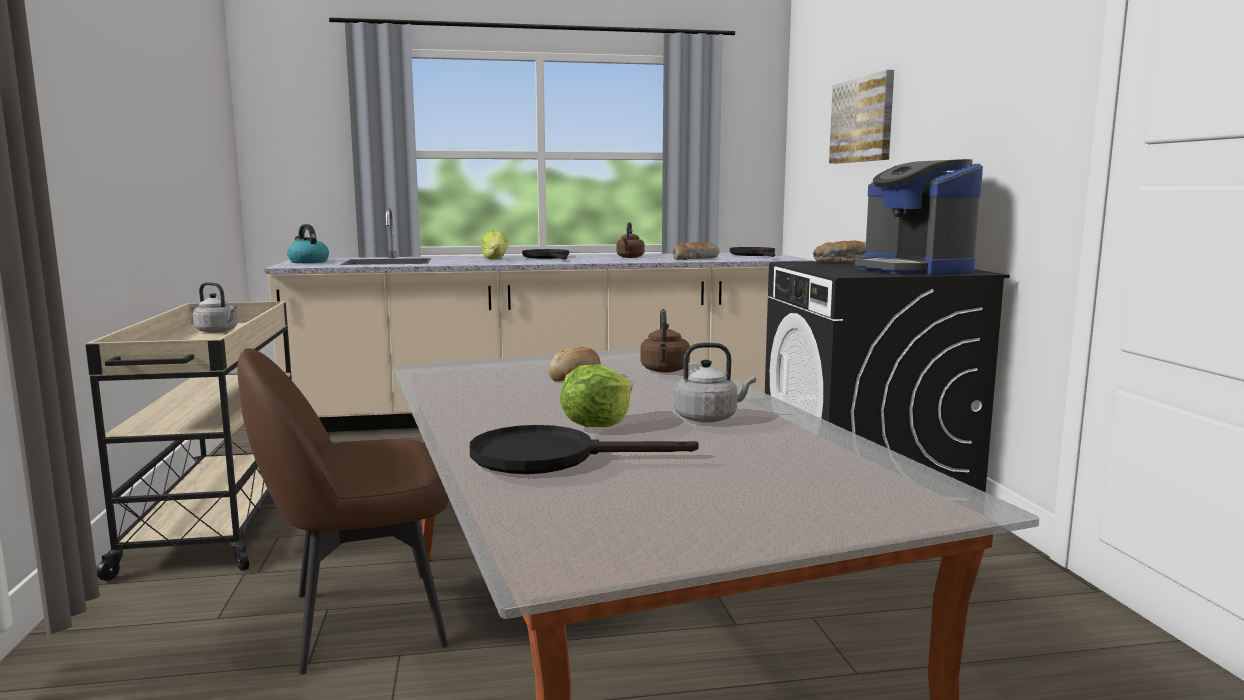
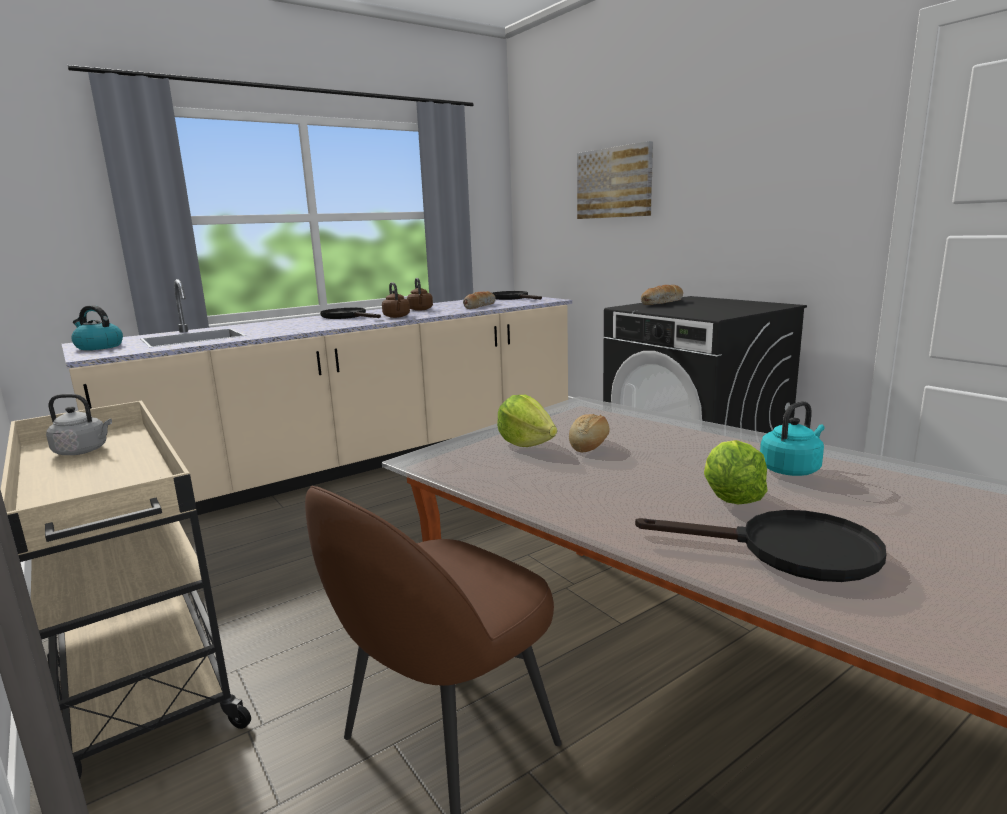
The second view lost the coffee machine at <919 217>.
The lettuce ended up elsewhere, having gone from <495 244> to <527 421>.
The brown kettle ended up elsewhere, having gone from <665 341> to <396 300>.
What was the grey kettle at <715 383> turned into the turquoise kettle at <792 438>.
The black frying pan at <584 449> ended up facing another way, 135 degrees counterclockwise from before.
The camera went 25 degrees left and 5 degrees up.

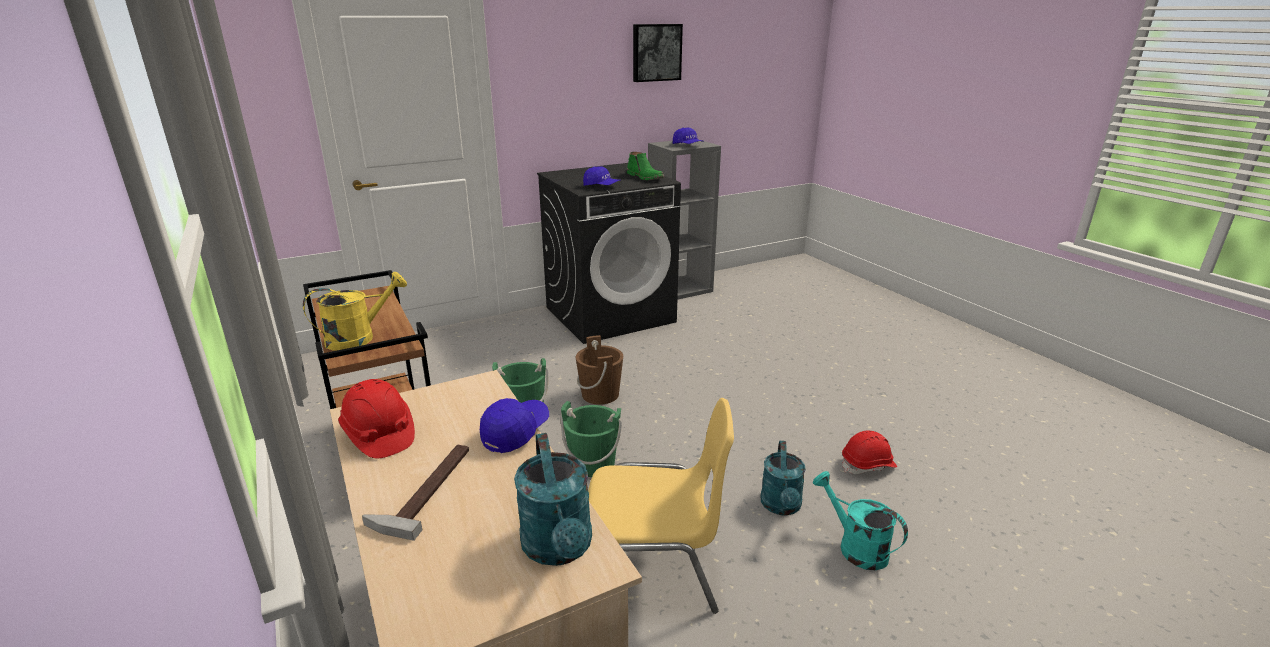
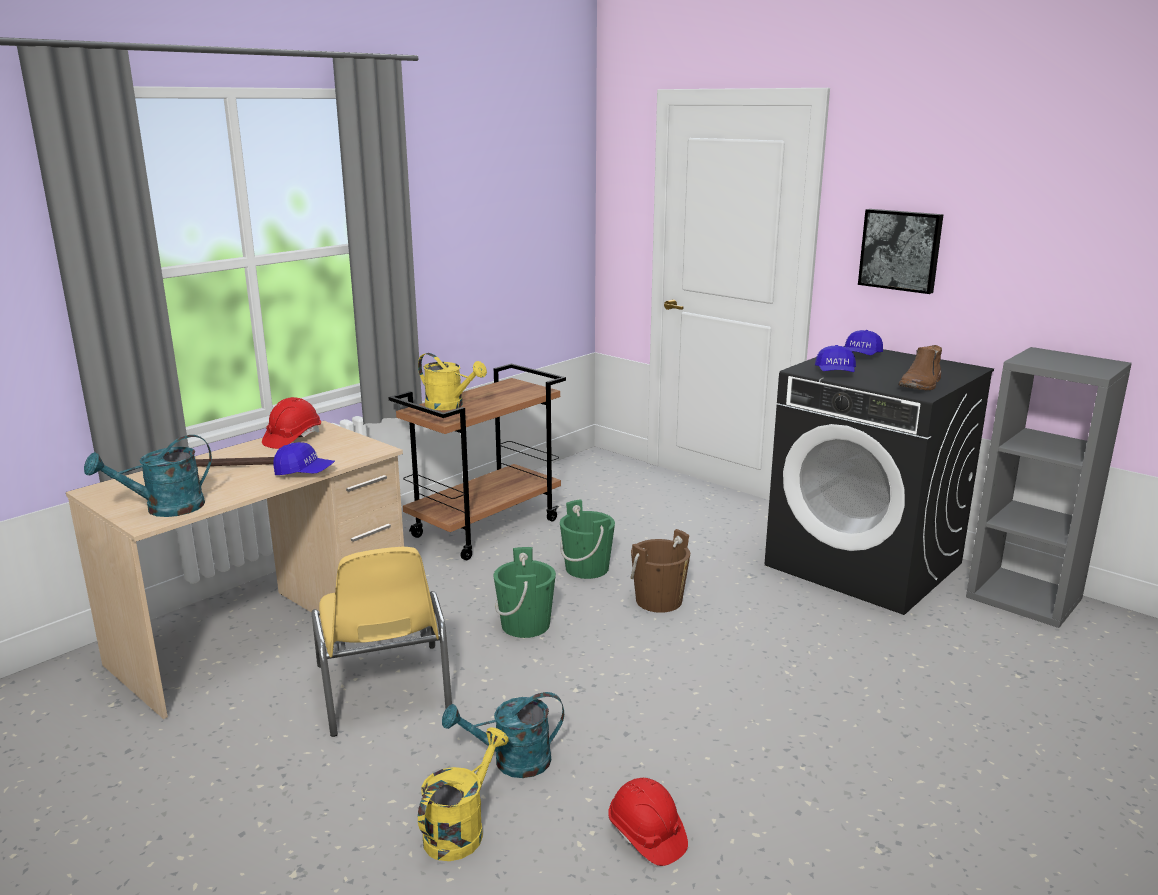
The picture ended up elsewhere, having gone from <658 53> to <901 251>.
The blue cap ended up elsewhere, having gone from <688 136> to <863 342>.
What was the green boot at <645 166> turned into the brown boot at <920 367>.
What was the turquoise watering can at <860 520> turned into the yellow watering can at <463 794>.
The camera went 70 degrees right and 5 degrees down.

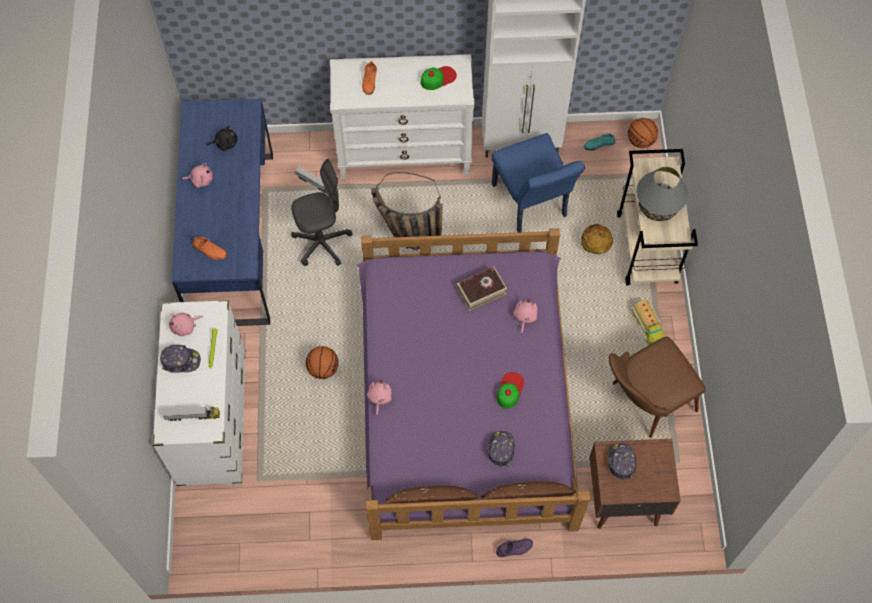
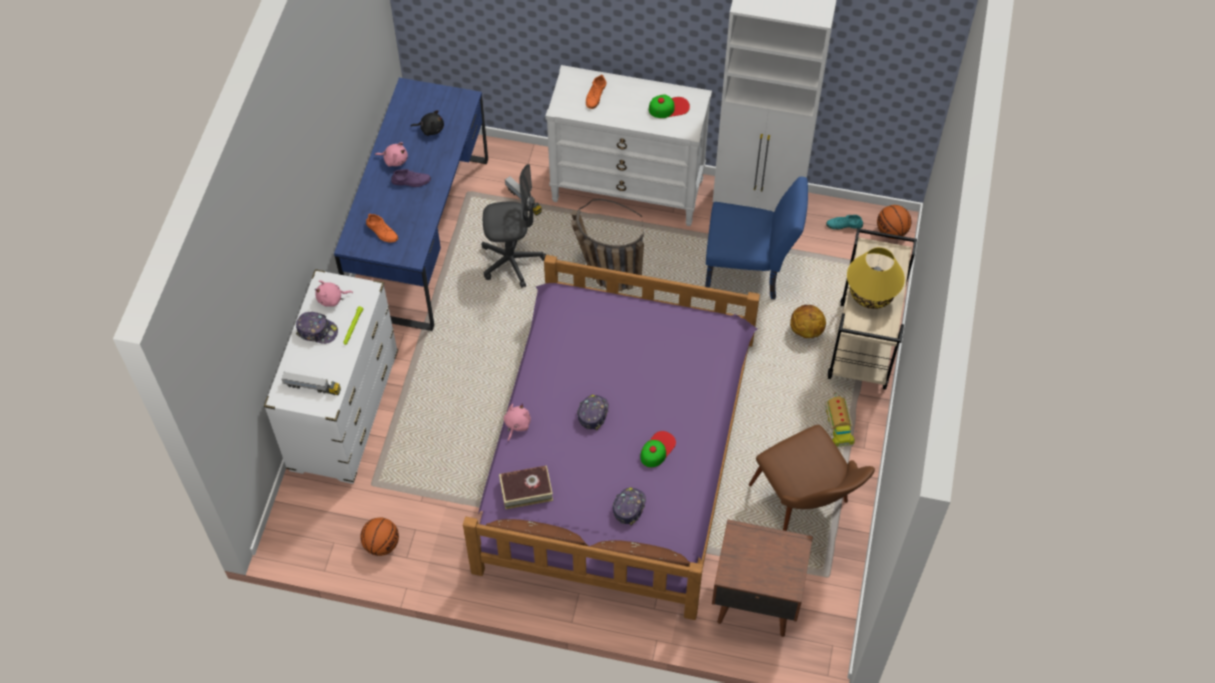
The blue chair at <538 183> ended up facing another way, 75 degrees counterclockwise from before.
What was the grey table lamp at <662 194> turned into the yellow table lamp at <876 278>.
The book ended up elsewhere, having gone from <482 289> to <526 487>.
The second view lost the pink plush toy at <525 316>.
The brown chair at <657 387> ended up facing another way, 105 degrees counterclockwise from before.
The basketball ended up elsewhere, having gone from <322 362> to <379 536>.
The cap ended up elsewhere, having gone from <622 461> to <593 413>.
The purple shoe ended up elsewhere, having gone from <514 548> to <411 178>.
The camera went 15 degrees right and 5 degrees down.

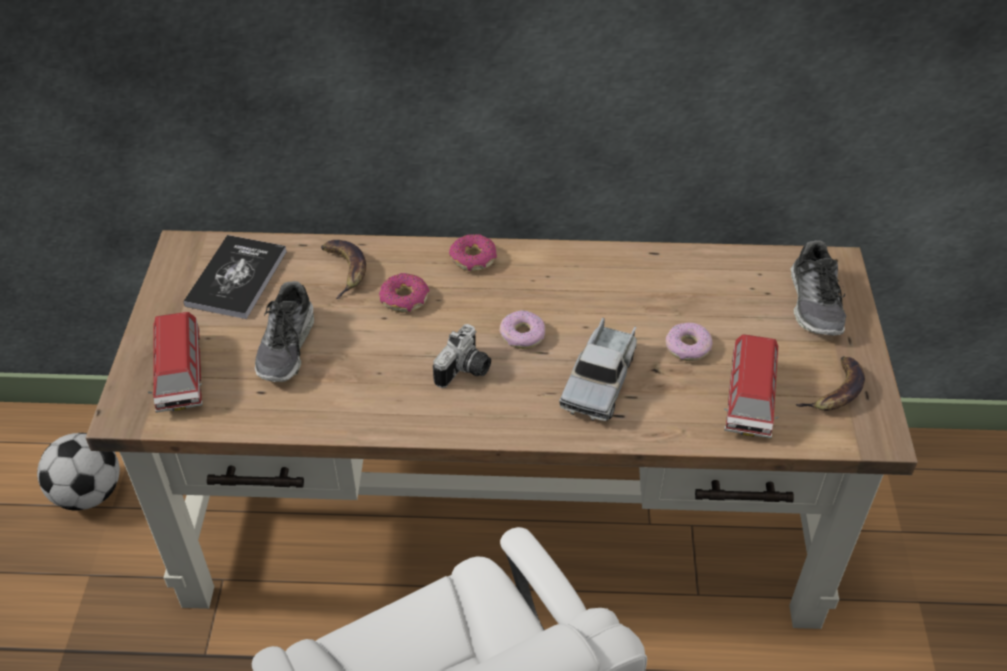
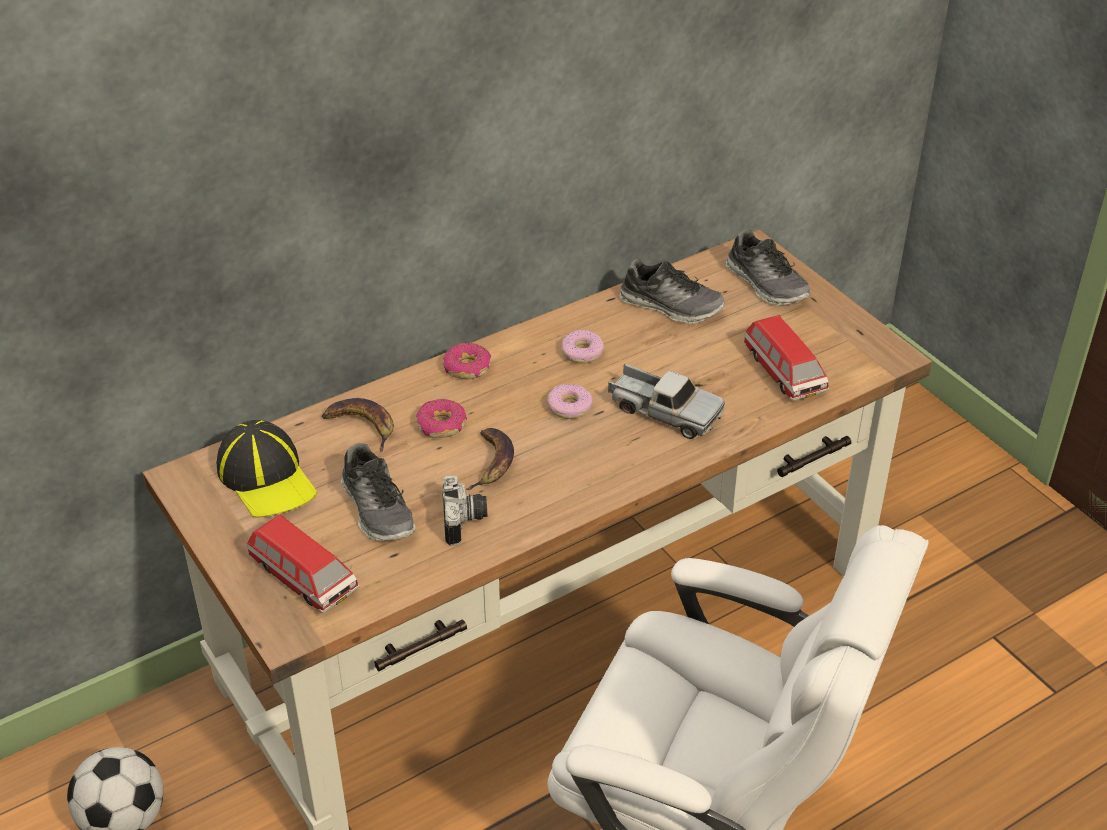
Where the book stood at <235 277>, the cap came to stand at <266 468>.
The toy truck at <598 369> ended up facing another way, 45 degrees counterclockwise from before.
The donut ended up elsewhere, having gone from <689 342> to <582 347>.
The photo camera ended up elsewhere, having gone from <462 356> to <464 510>.
The banana ended up elsewhere, having gone from <830 383> to <490 459>.
The second view gained the shoe at <672 291>.
The camera went 35 degrees left and 5 degrees down.

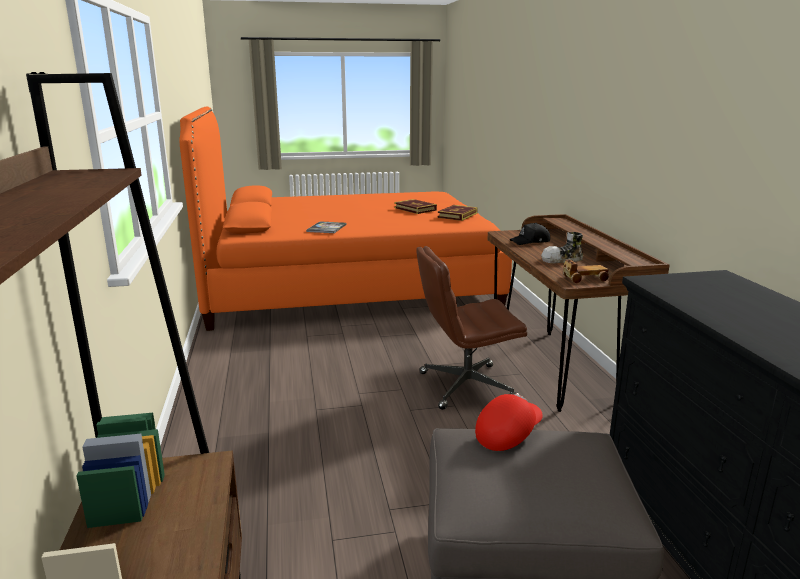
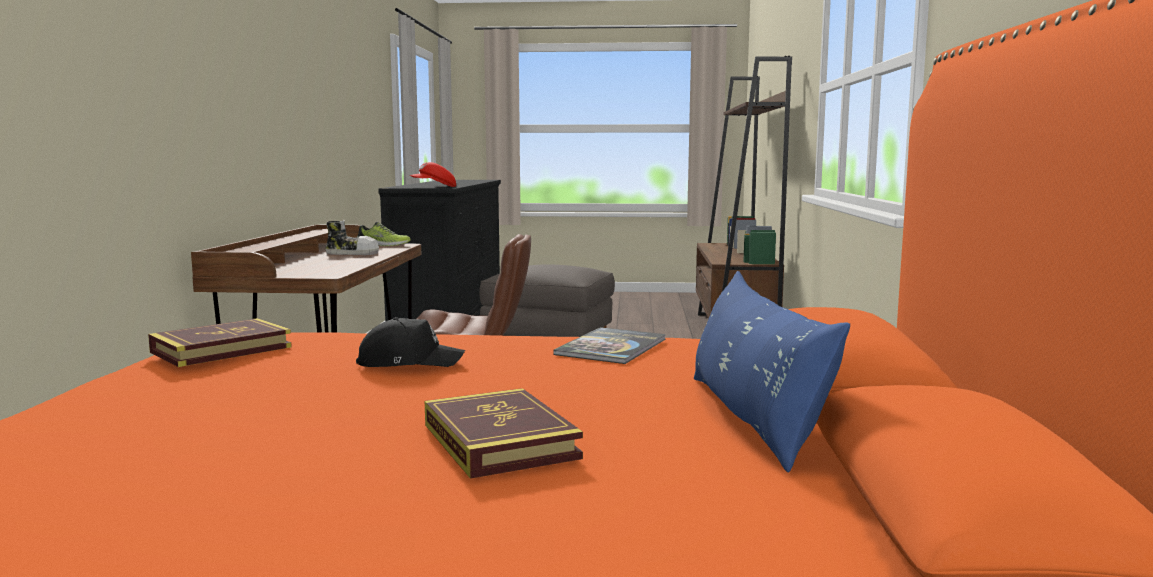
The book ended up elsewhere, having gone from <415 206> to <504 433>.
The black cap ended up elsewhere, having gone from <530 234> to <410 342>.
Where the toy car stood at <586 271>, the shoe came to stand at <384 234>.
The red cap ended up elsewhere, having gone from <509 422> to <433 174>.
The second view gained the blue pillow at <772 372>.
The camera went 165 degrees left and 10 degrees down.

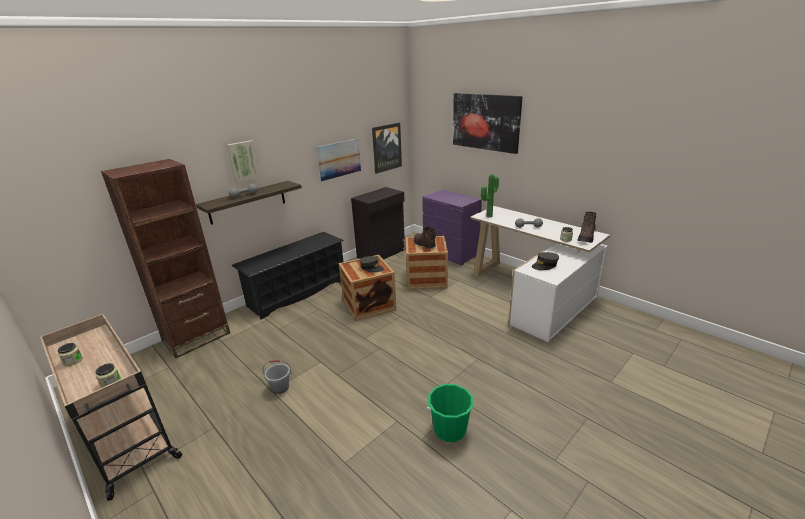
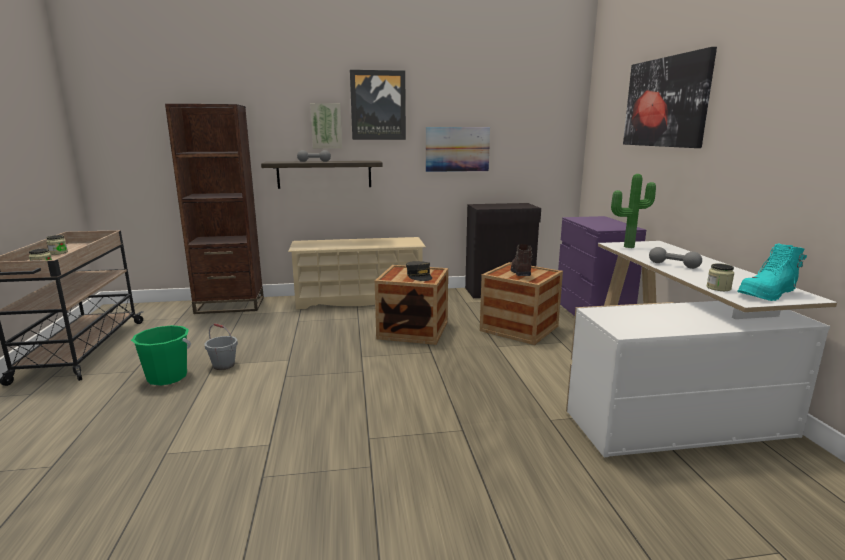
The picture ended up elsewhere, having gone from <387 148> to <378 105>.
What was the brown boot at <586 227> turned into the turquoise boot at <772 272>.
What was the black shoe rack at <288 275> turned into the beige shoe rack at <357 273>.
The second view lost the grey cap at <545 261>.
The green bucket ended up elsewhere, having gone from <450 413> to <161 355>.
The camera went 35 degrees right and 10 degrees down.

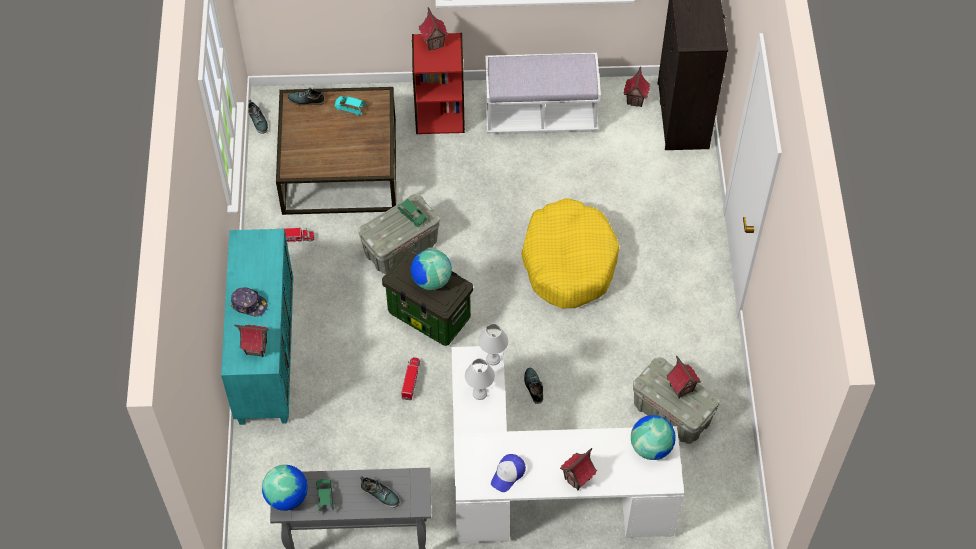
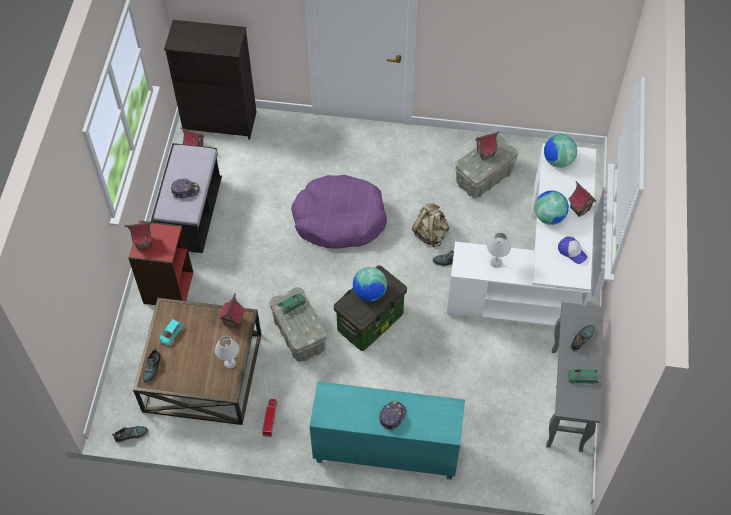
What was the white bench at <543 94> turned into the black bench at <186 198>.
What was the yellow dog bed at <570 253> turned into the purple dog bed at <339 212>.
The white table lamp ended up elsewhere, having gone from <493 345> to <227 352>.
The toy house ended up elsewhere, having gone from <251 341> to <232 311>.
The second view lost the toy truck at <410 379>.
The globe ended up elsewhere, having gone from <285 488> to <551 208>.
The second view gained the cap at <185 188>.
The second view gained the beige backpack at <430 225>.
The camera went 80 degrees left and 0 degrees up.

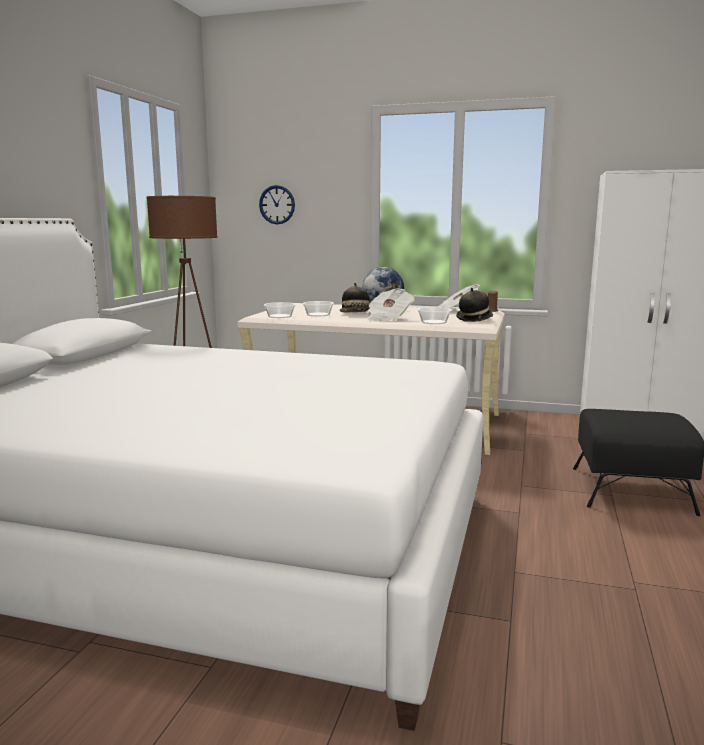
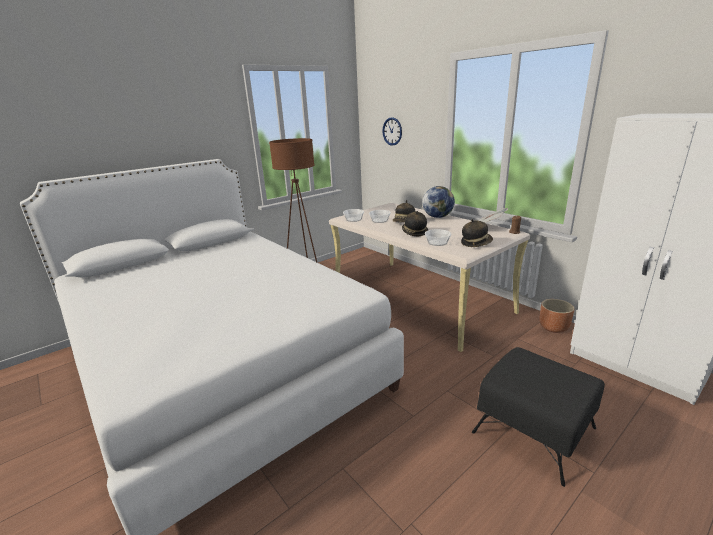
Where the newspaper stood at <391 305>, the hat came to stand at <415 224>.
The second view gained the brown planter at <556 316>.
The camera went 35 degrees right and 10 degrees up.

